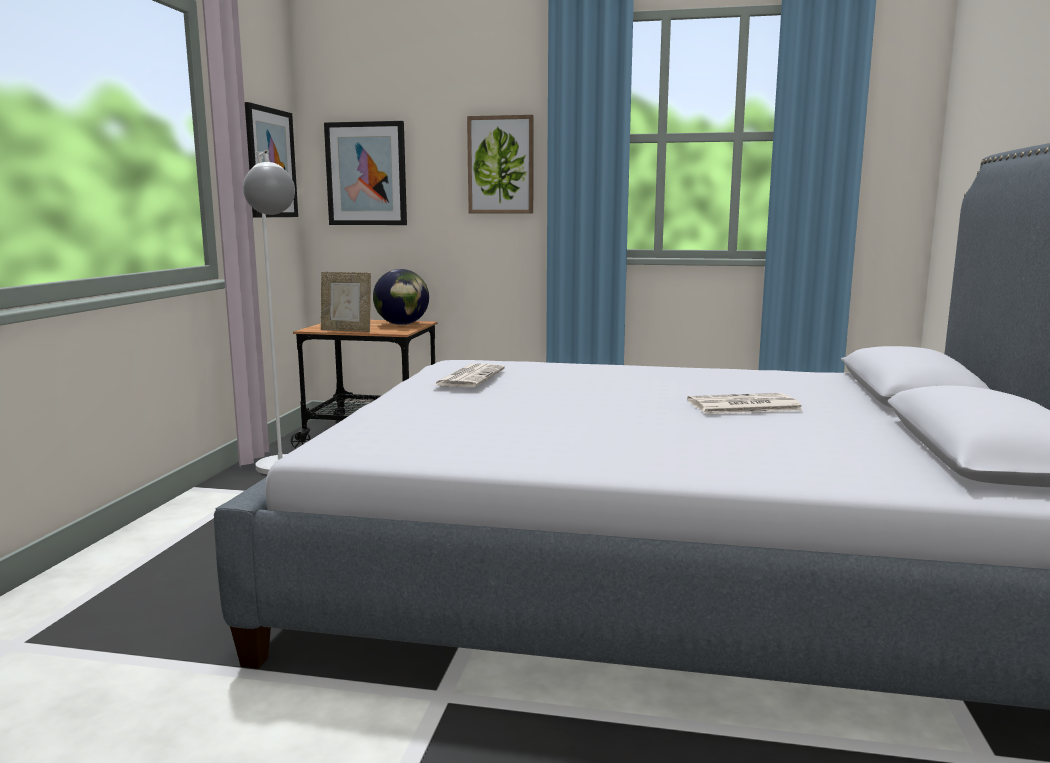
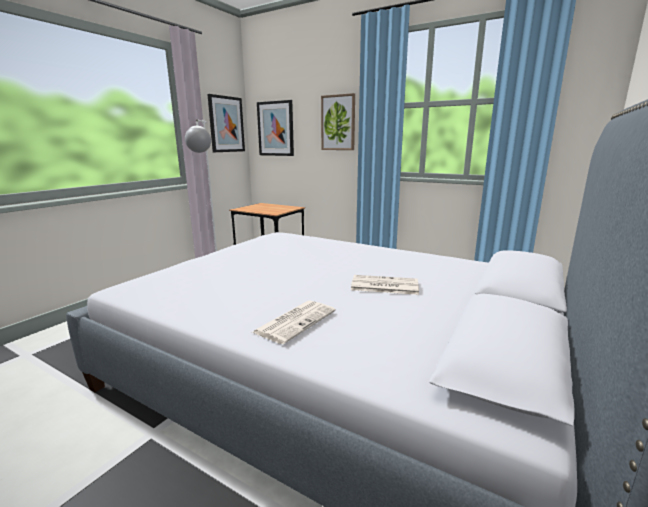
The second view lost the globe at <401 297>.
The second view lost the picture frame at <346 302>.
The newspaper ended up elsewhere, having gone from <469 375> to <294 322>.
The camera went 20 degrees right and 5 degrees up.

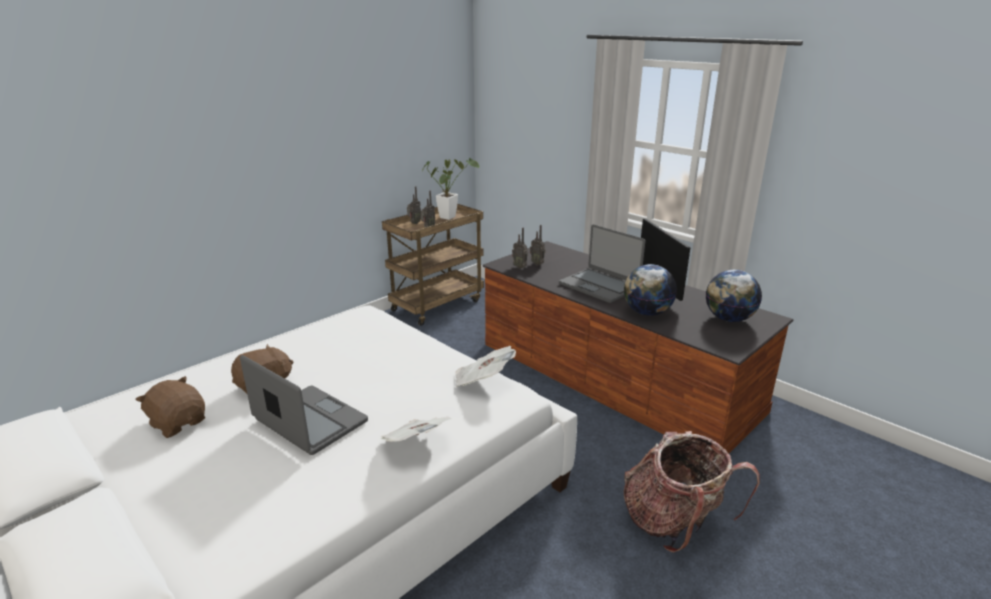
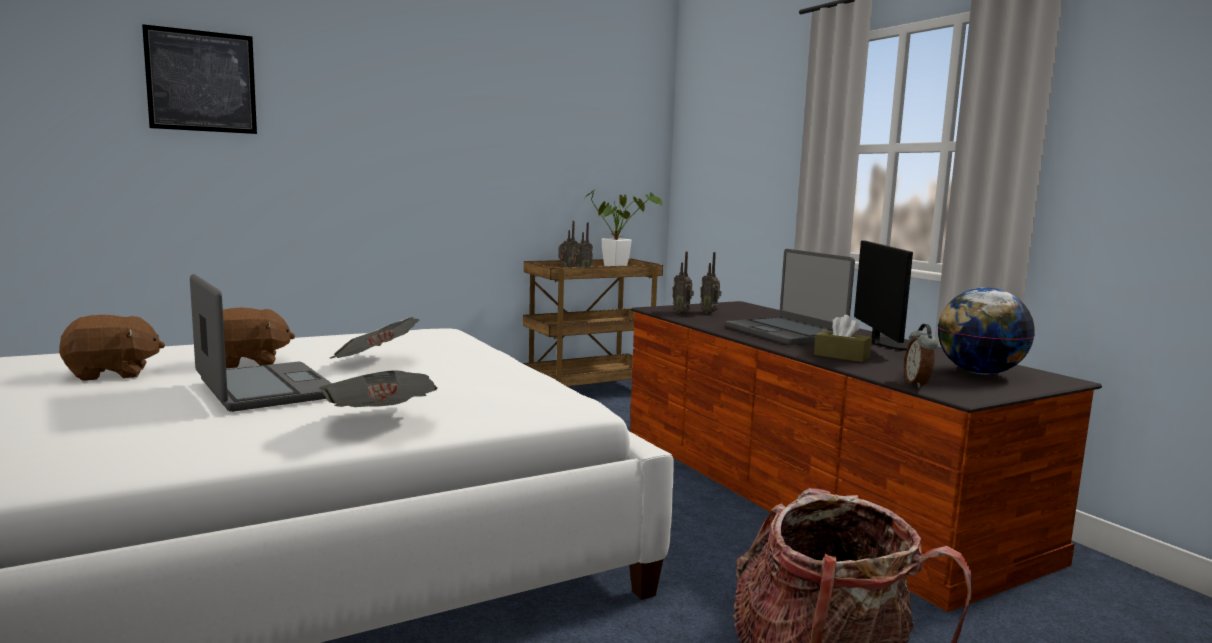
Where the globe stood at <650 290>, the brown tissue box came to stand at <843 338>.
The newspaper ended up elsewhere, having gone from <485 366> to <375 338>.
The brown plush toy at <170 407> ended up facing another way, 105 degrees clockwise from before.
The second view gained the picture at <199 79>.
The second view gained the alarm clock at <921 356>.
The camera went 15 degrees right and 15 degrees down.

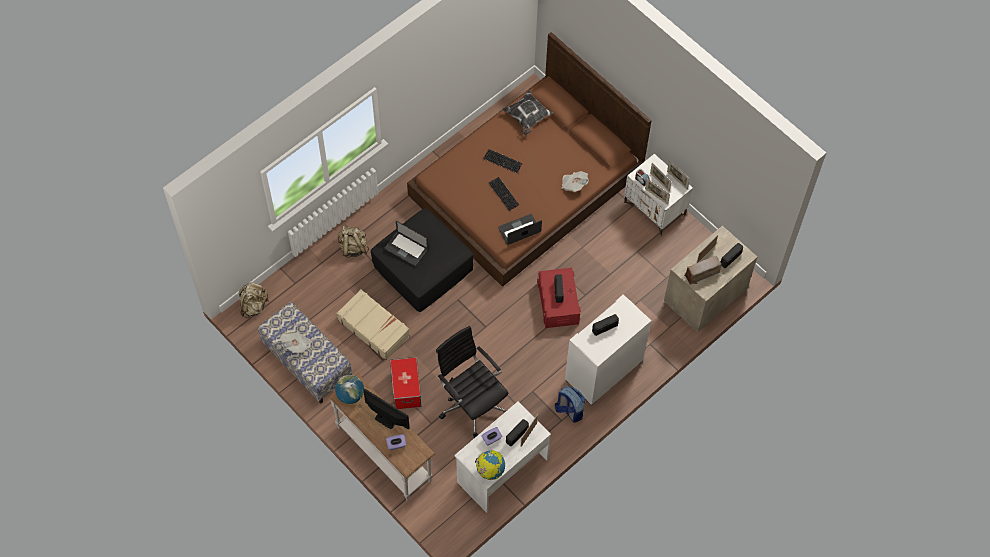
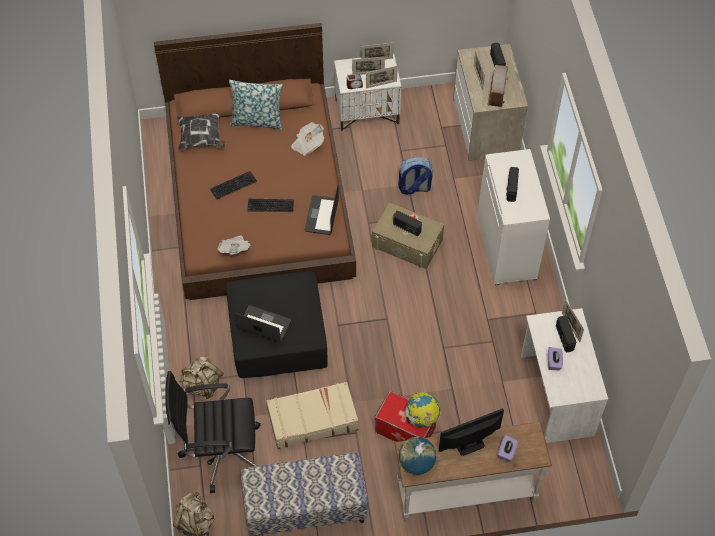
The laptop at <406 243> ended up facing another way, 135 degrees counterclockwise from before.
What was the red storage box at <559 298> turned into the beige storage box at <408 236>.
The black office chair ended up elsewhere, having gone from <472 382> to <213 432>.
The newspaper ended up elsewhere, having gone from <296 342> to <234 245>.
The backpack ended up elsewhere, having gone from <570 404> to <415 176>.
The globe ended up elsewhere, having gone from <490 465> to <423 409>.
The second view gained the pillow at <256 105>.
The camera went 55 degrees left and 5 degrees down.

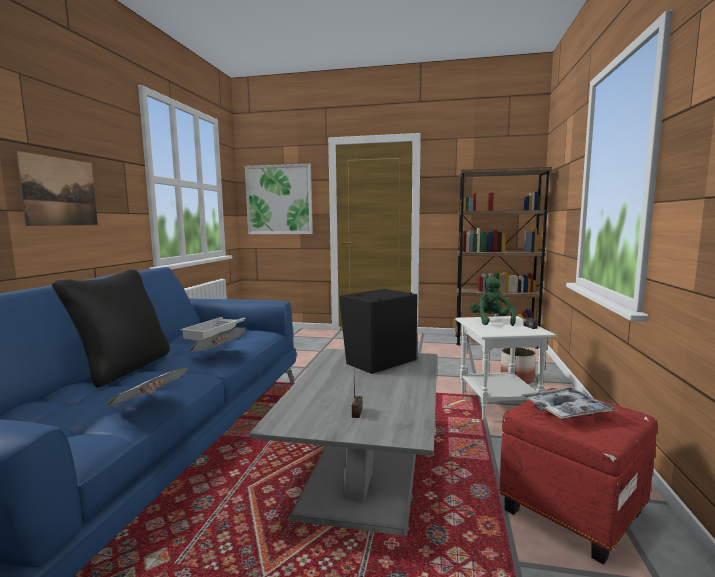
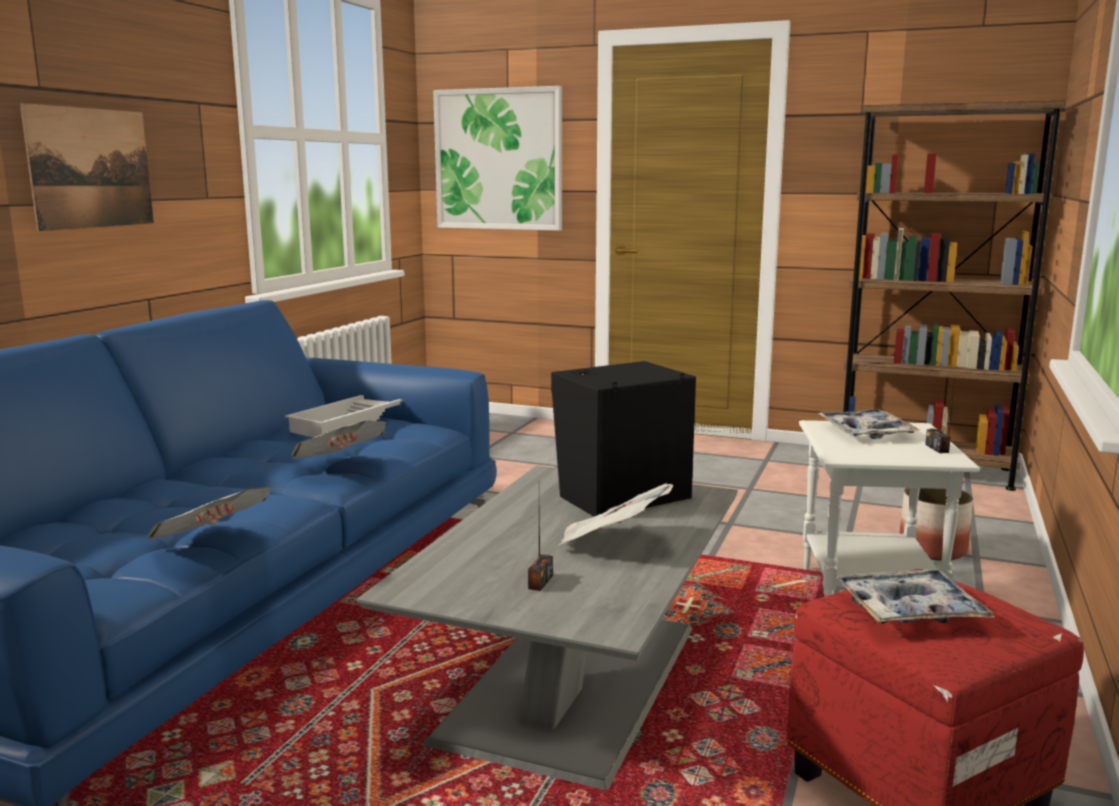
The second view lost the black pillow at <111 328>.
Where the green plush toy stood at <493 301>, the tray came to stand at <868 424>.
The second view gained the newspaper at <615 514>.
The camera went 10 degrees right and 5 degrees up.

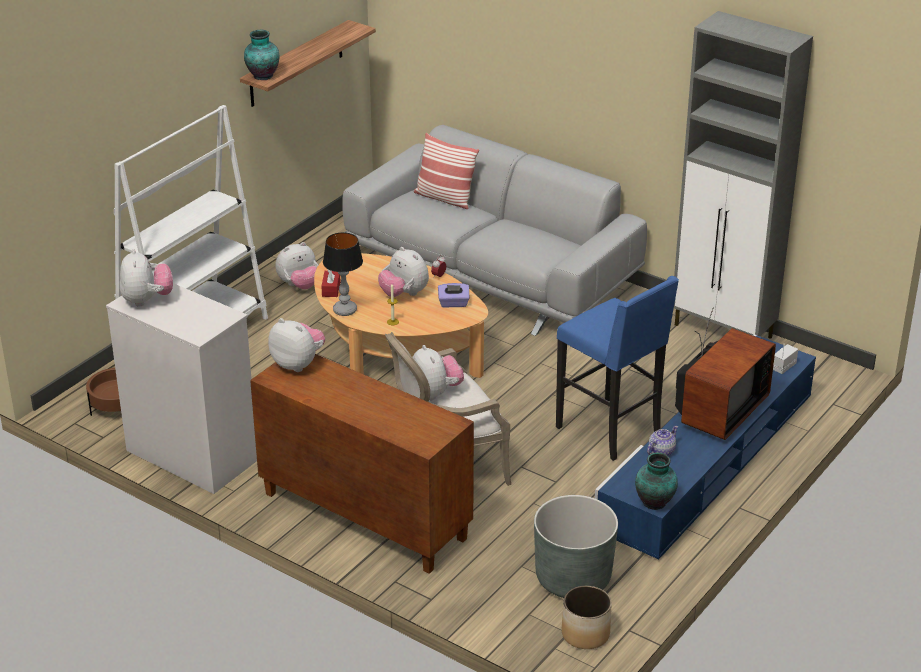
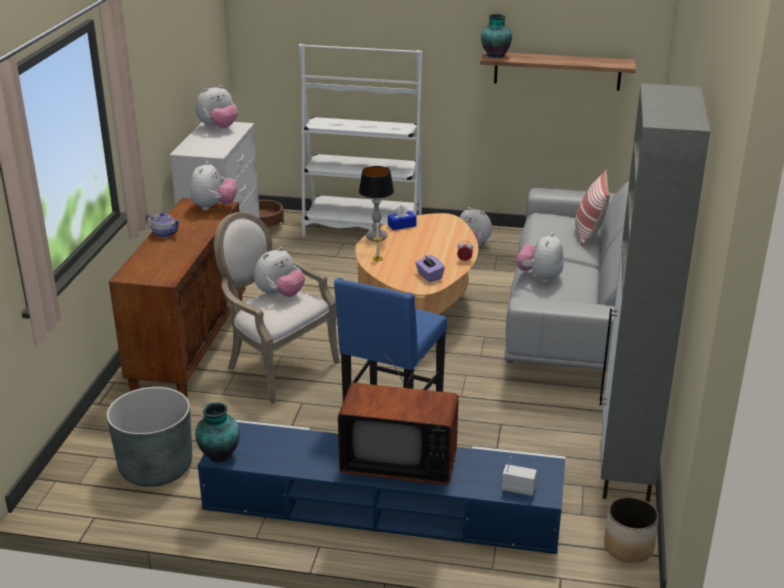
The plush toy ended up elsewhere, having gone from <403 272> to <540 258>.
What was the red tissue box at <331 283> turned into the blue tissue box at <402 217>.
The teapot ended up elsewhere, having gone from <662 441> to <163 225>.
The planter ended up elsewhere, having gone from <587 617> to <631 530>.
The camera went 65 degrees right and 5 degrees down.

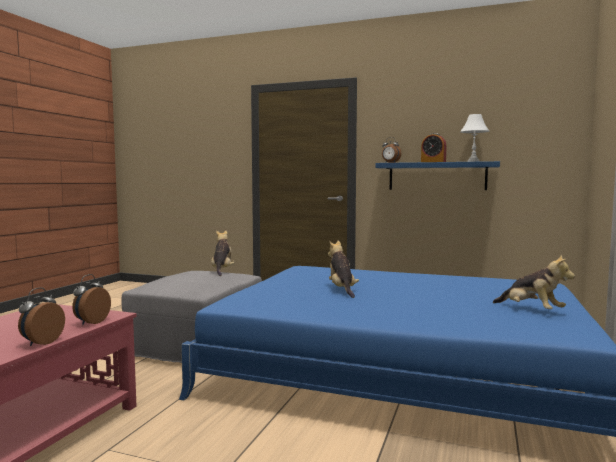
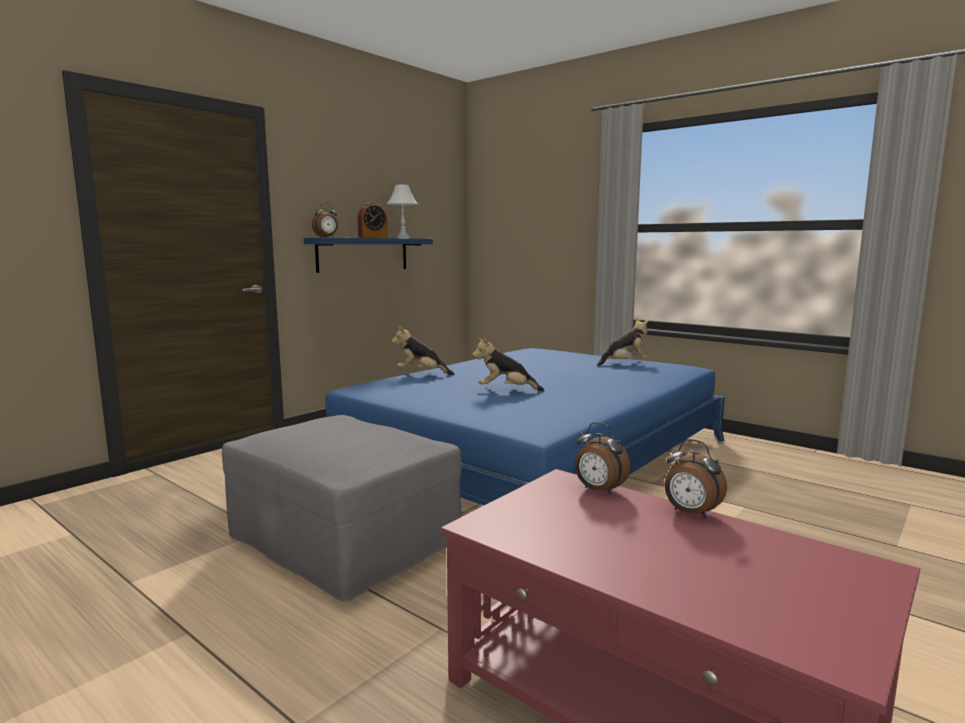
The plush toy ended up elsewhere, having gone from <223 253> to <423 351>.
The camera went 70 degrees left and 5 degrees up.

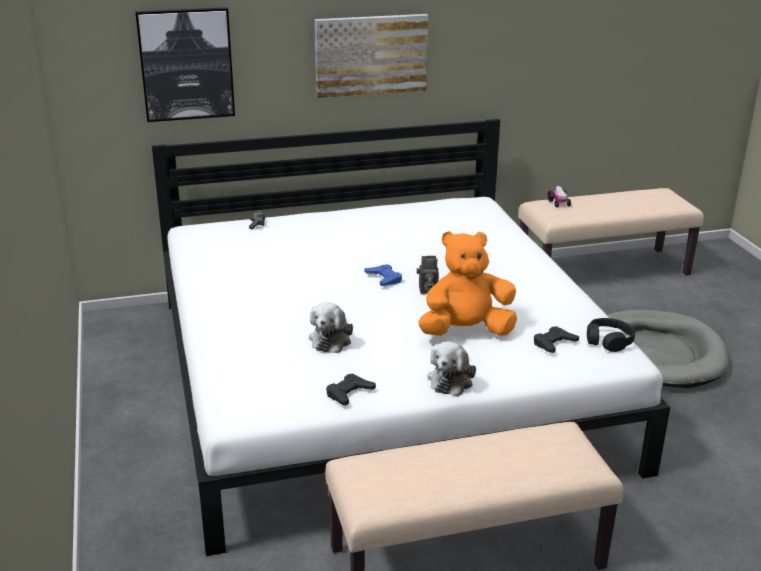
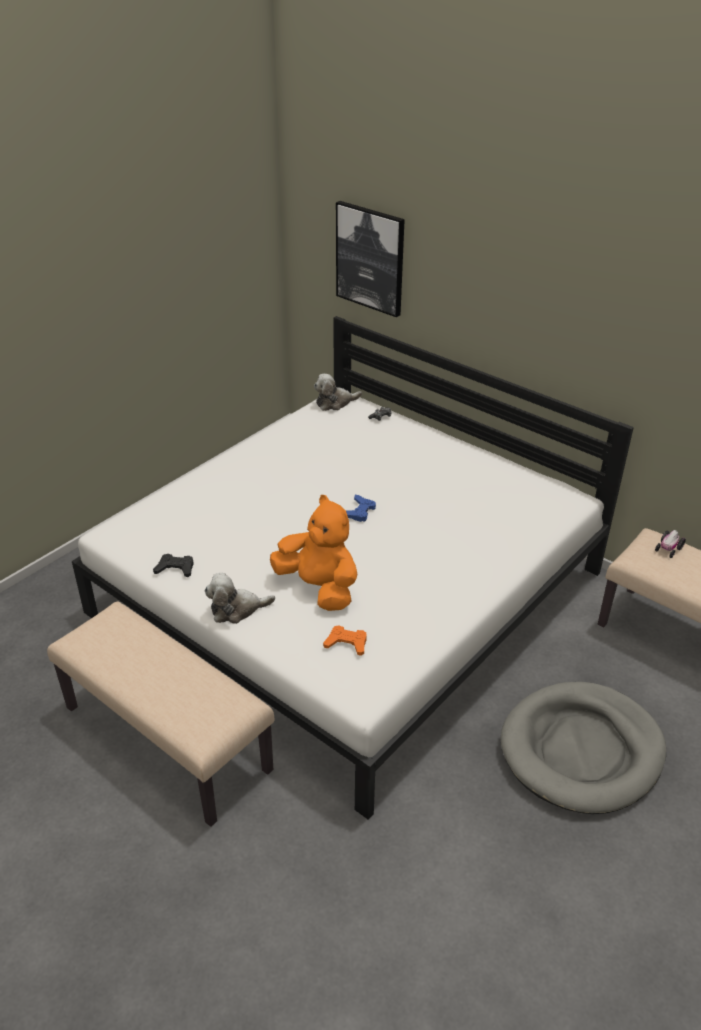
The second view lost the picture at <371 56>.
The second view lost the photo camera at <428 275>.
The plush toy ended up elsewhere, having gone from <331 328> to <338 392>.
The second view lost the black headphones at <611 335>.
What was the black game controller at <556 339> turned into the orange game controller at <345 641>.
The camera went 55 degrees right and 10 degrees up.

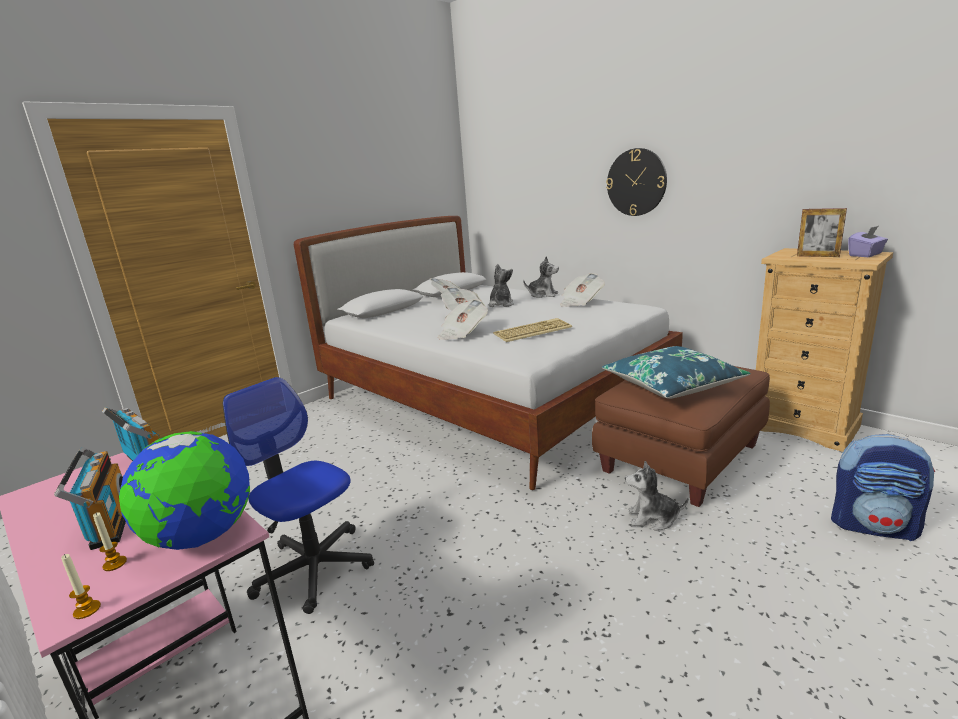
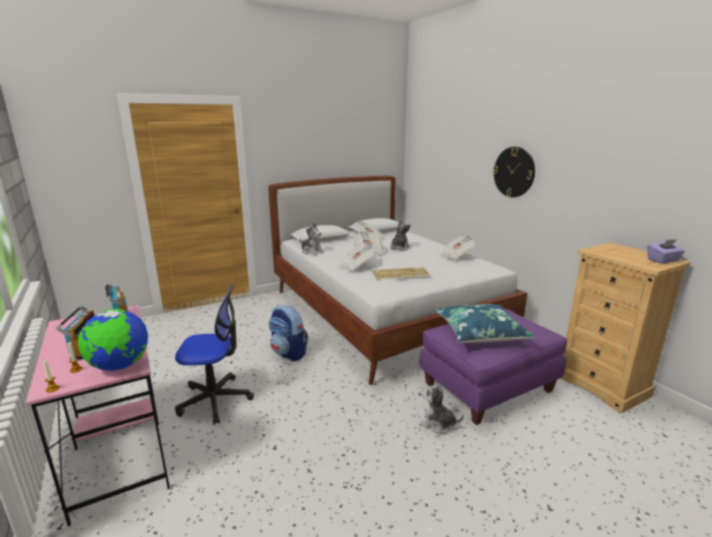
The second view lost the picture frame at <822 232>.
The plush toy ended up elsewhere, having gone from <541 277> to <312 239>.
What was the brown ottoman at <681 436> turned into the purple ottoman at <493 367>.
The office chair at <298 495> ended up facing another way, 120 degrees clockwise from before.
The backpack ended up elsewhere, having gone from <883 487> to <288 333>.
The camera went 15 degrees right and 0 degrees up.

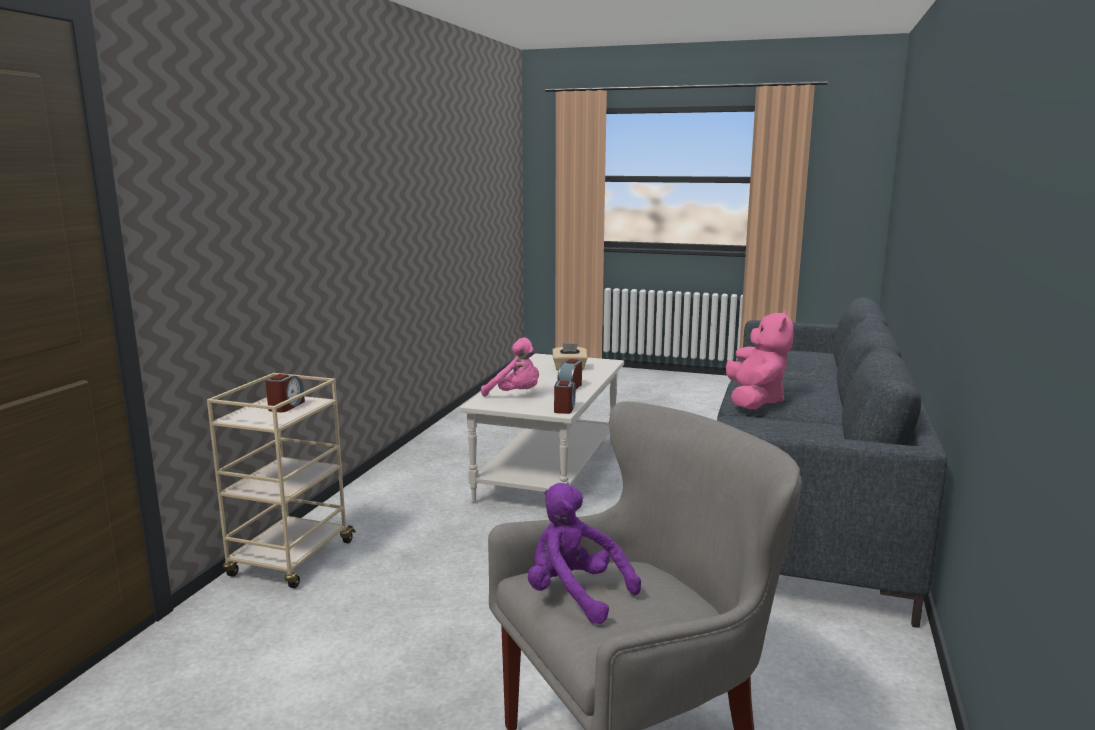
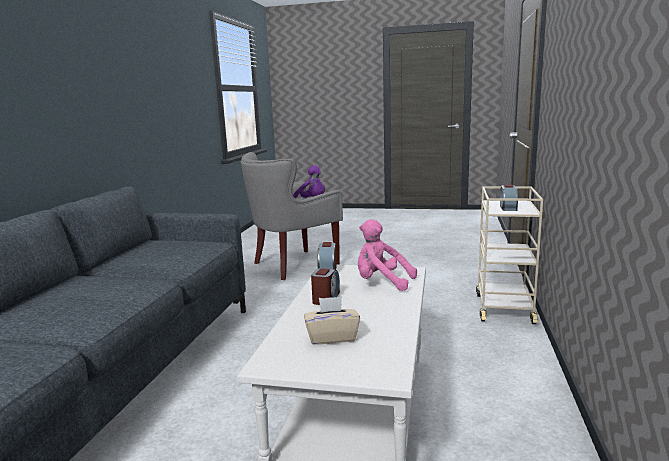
The second view lost the pink plush toy at <760 359>.
The camera went 175 degrees right and 0 degrees up.

